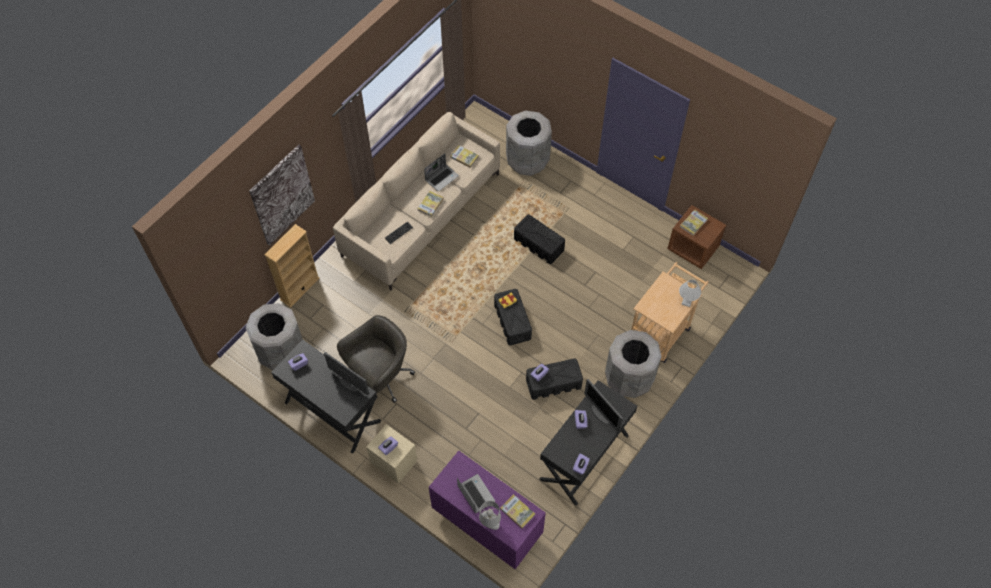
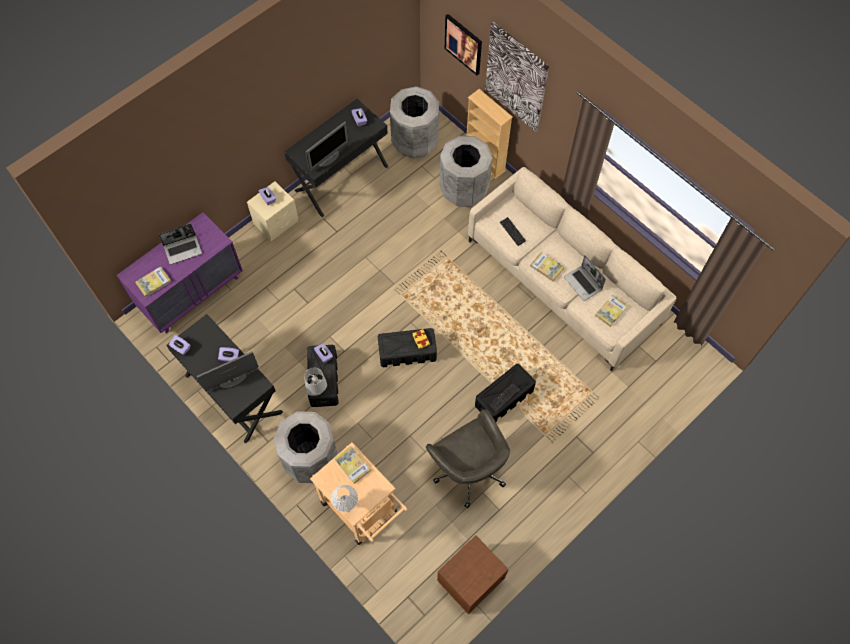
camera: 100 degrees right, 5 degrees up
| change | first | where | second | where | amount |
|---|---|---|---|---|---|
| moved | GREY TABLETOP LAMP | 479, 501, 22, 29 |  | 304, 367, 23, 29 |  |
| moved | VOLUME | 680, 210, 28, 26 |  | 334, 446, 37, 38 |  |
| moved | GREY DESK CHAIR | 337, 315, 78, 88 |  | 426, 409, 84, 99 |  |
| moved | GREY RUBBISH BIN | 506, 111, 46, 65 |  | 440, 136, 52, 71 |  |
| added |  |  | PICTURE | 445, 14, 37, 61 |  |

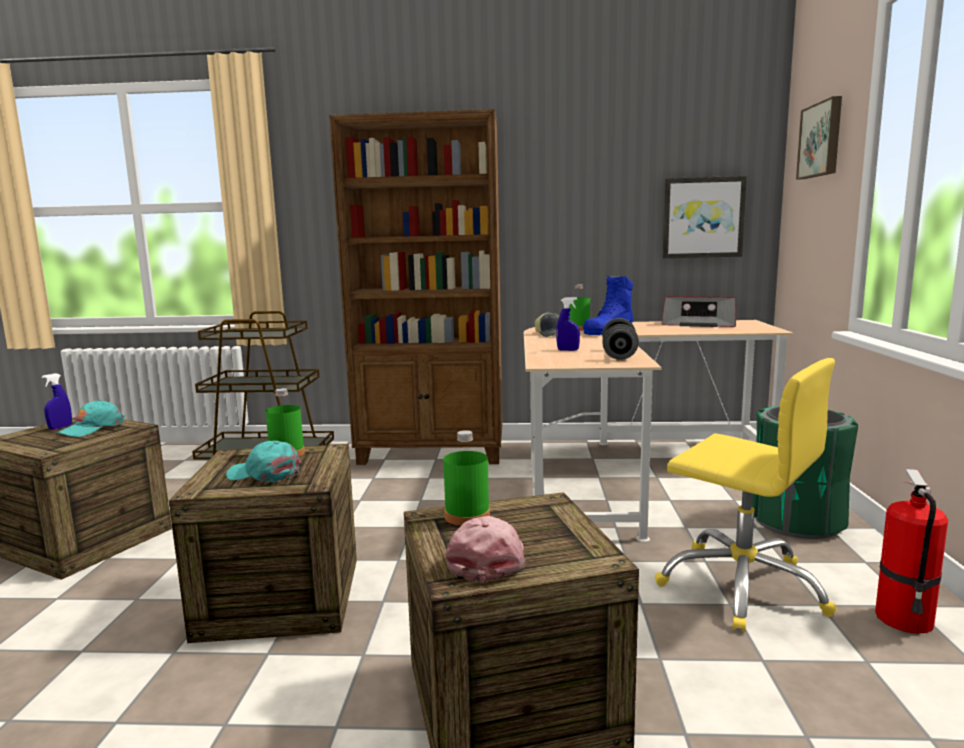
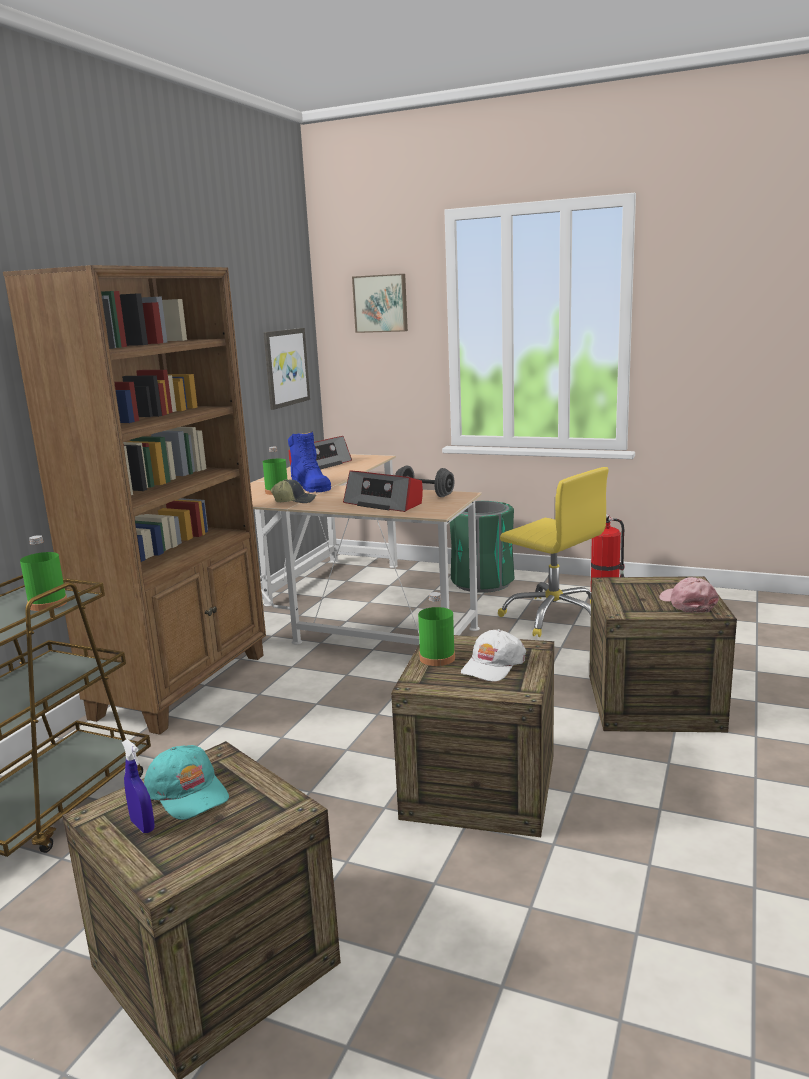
camera: 70 degrees left, 5 degrees up
| change | first | where | second | where | amount |
|---|---|---|---|---|---|
| moved | GREEN-COLOURED BOTTLE | 443, 430, 47, 96 |  | 20, 535, 47, 76 |  |
| replaced | BLUE-COLOURED SPRAYER | 556, 297, 24, 54 | RADIO | 343, 470, 80, 42 |  |
| recoloured | TURQUOISE-COLOURED CAP | 226, 441, 76, 41 | WHITISH CAP | 461, 629, 65, 52 |  |
| turned | YELLOW-COLOURED DESK CHAIR | 654, 358, 183, 274 |  | 498, 467, 111, 170 | 75 degrees clockwise |
| turned | PINKISH CAP | 445, 516, 81, 67 |  | 659, 577, 60, 36 | 45 degrees clockwise |

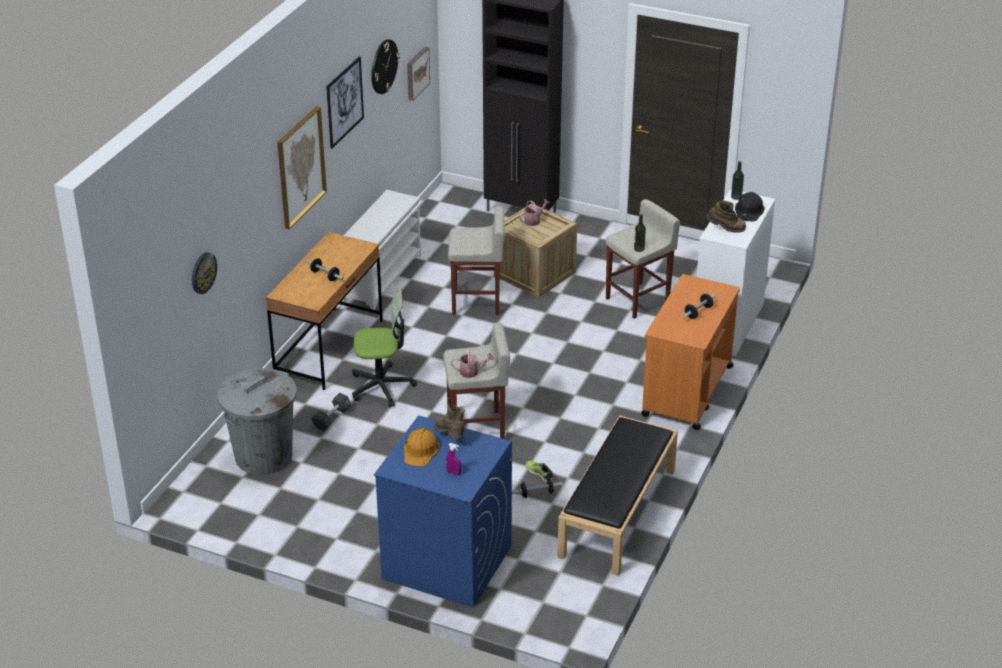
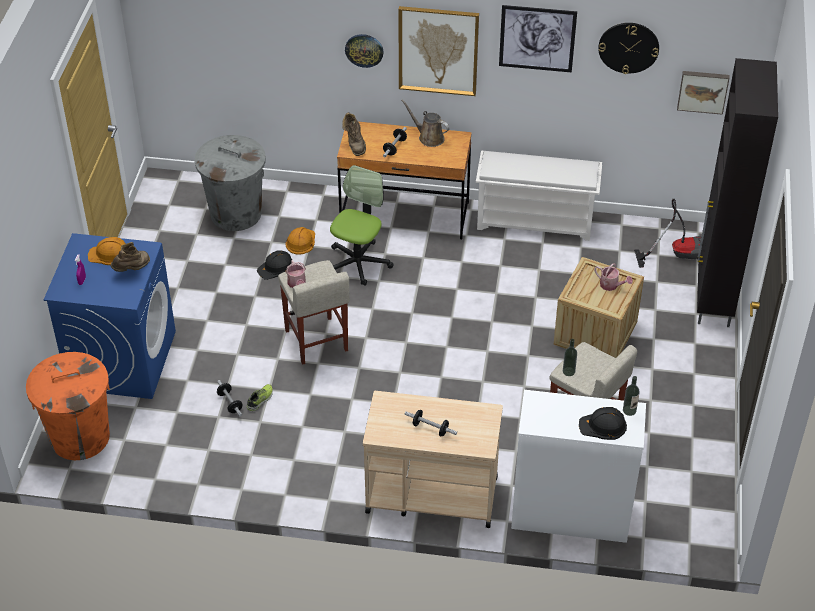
camera: 75 degrees right, 10 degrees up
| change | first | where | second | where | amount |
|---|---|---|---|---|---|
| added |  |  | ORANGEY RUBBISH BIN | 26, 352, 84, 108 |  |
| added |  |  | BLACK SAFETY HELMET | 257, 250, 36, 30 |  |
| replaced | BLACK HAND WEIGHT | 311, 393, 41, 38 | ORANGEY SAFETY HELMET | 285, 227, 30, 28 |  |
| turned | DESK CHAIR | 352, 288, 65, 119 |  | 330, 165, 64, 121 | 135 degrees counterclockwise |
| moved | BROWNISH HIGH-TOP BOOT | 706, 200, 40, 33 |  | 342, 112, 24, 44 |  |
| moved | WALL CLOCK | 192, 252, 25, 42 |  | 345, 34, 39, 34 |  |
| recoloured | ORANGEY WHEELED CART | 641, 274, 99, 156 | SAND-COLOURED WHEELED CART | 363, 391, 140, 137 |  |
| added |  |  | BROWNISH WATERING POT | 401, 100, 49, 47 |  |
| added |  |  | VACUUM | 634, 199, 68, 69 |  |
| removed | SAND-COLOURED STOOL | 448, 206, 57, 109 |  |  |  |
| removed | BLACK BENCH | 557, 415, 121, 161 |  |  |  |

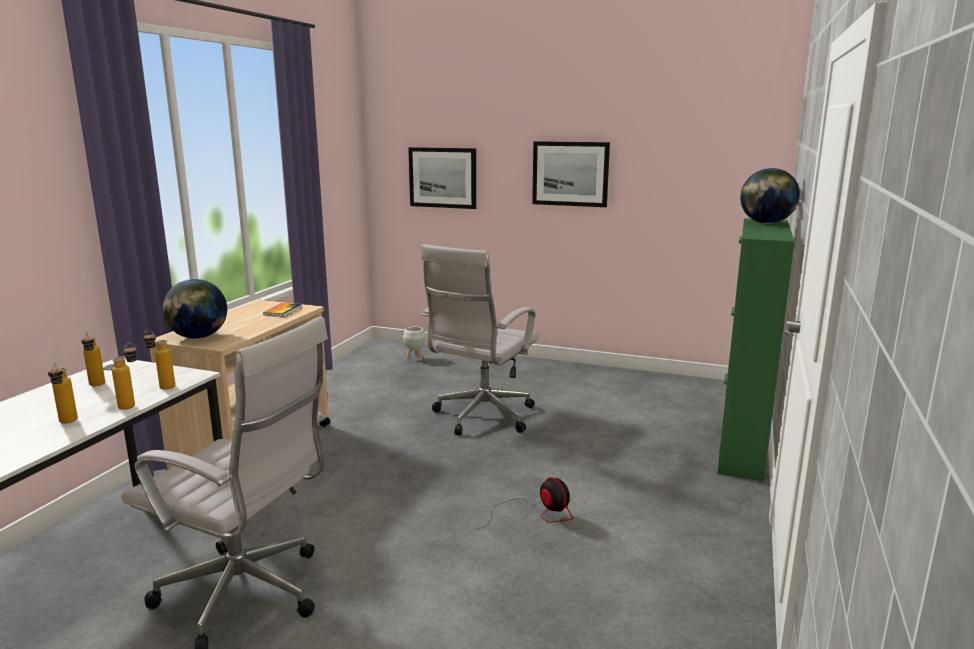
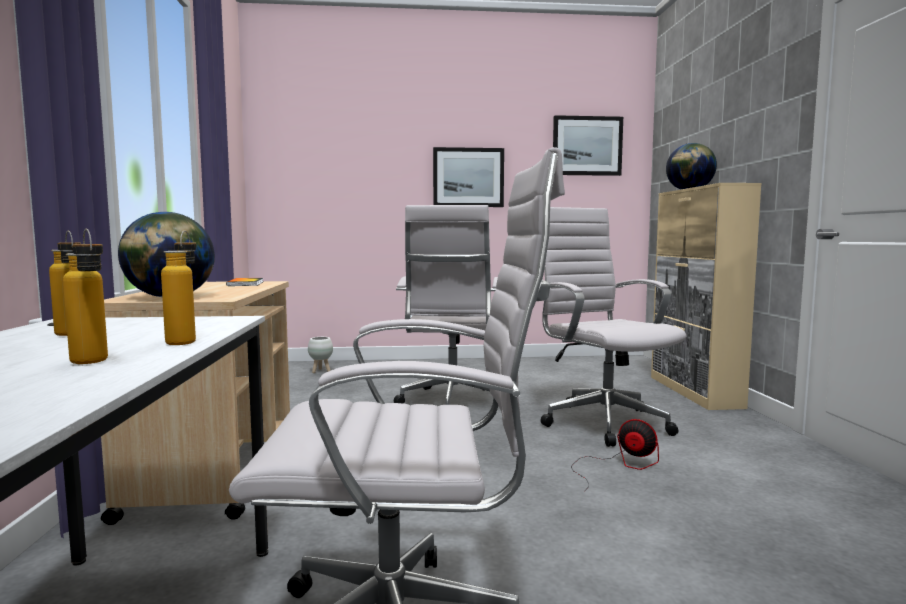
camera: 25 degrees left, 10 degrees down
| change | first | where | second | where | amount |
|---|---|---|---|---|---|
| added |  |  | WHITISH DESK CHAIR | 540, 207, 146, 240 |  |
| moved | PICTURE | 408, 147, 68, 62 |  | 553, 115, 70, 61 |  |
| recoloured | GREEN-COLOURED CABINET | 717, 218, 78, 264 | SAND-COLOURED CABINET | 651, 183, 110, 227 |  |
| removed | BOTTLE | 144, 330, 31, 60 |  |  |  |

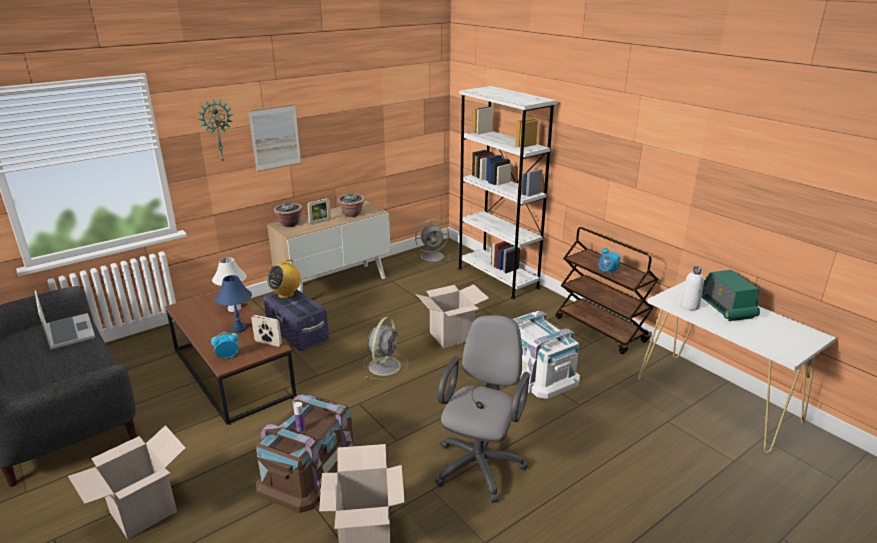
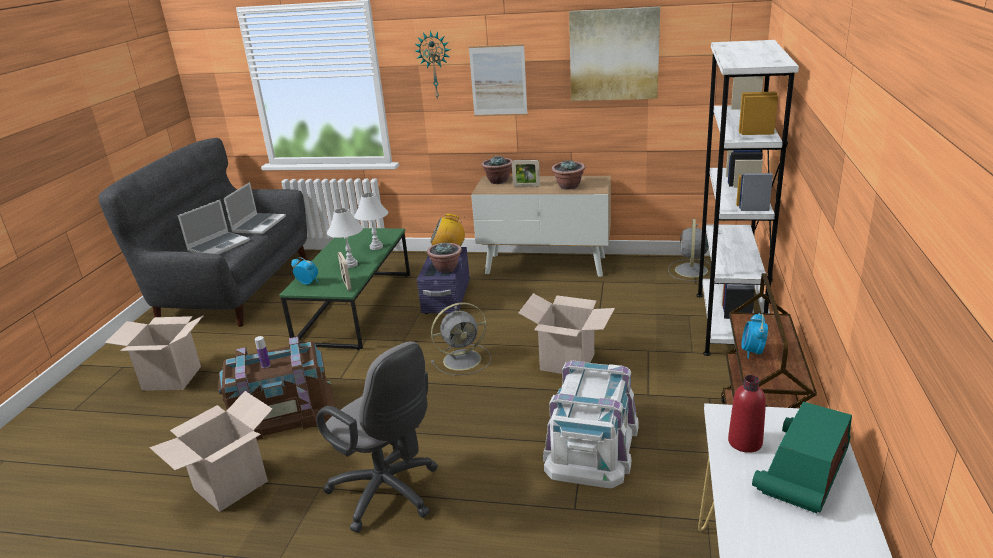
camera: 50 degrees right, 0 degrees up
| change | first | where | second | where | amount |
|---|---|---|---|---|---|
| added |  |  | NOTEBOOK COMPUTER | 178, 200, 72, 55 |  |
| recoloured | BROWNISH LOW TABLE | 165, 290, 132, 135 | GREEN-COLOURED LOW TABLE | 280, 228, 130, 122 |  |
| turned | GREY DESK CHAIR | 435, 315, 95, 188 |  | 316, 341, 122, 192 | 60 degrees clockwise |
| recoloured | BLUE-COLOURED TABLETOP LAMP | 215, 275, 37, 58 | WHITISH TABLETOP LAMP | 327, 208, 36, 60 |  |
| added |  |  | POTTED PLANT | 427, 242, 35, 31 |  |
| added |  |  | PICTURE | 569, 7, 91, 94 |  |
| turned | GREY COOLING FAN | 413, 219, 37, 44 |  | 668, 219, 43, 62 | 75 degrees clockwise |
| recoloured | WHITISH BOTTLE | 680, 266, 24, 44 | REDDISH BOTTLE | 728, 375, 38, 78 |  |

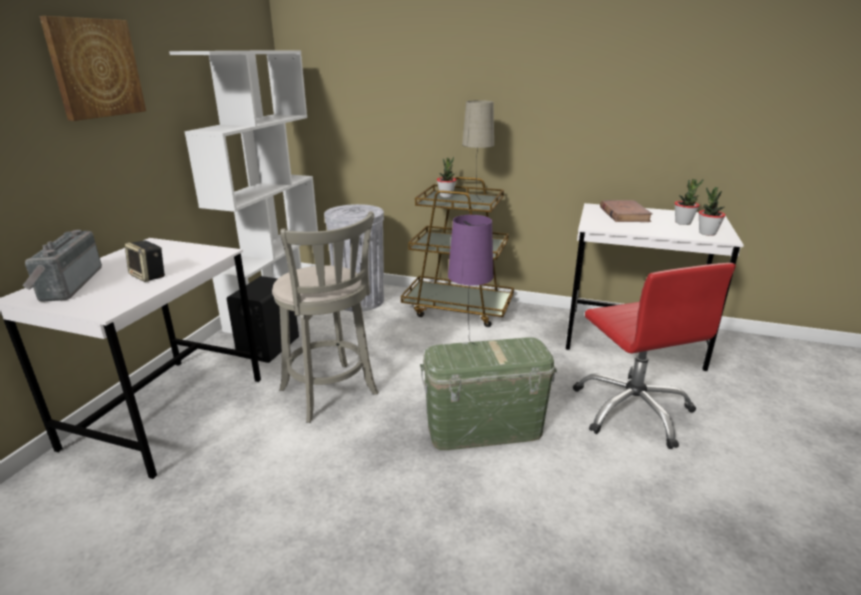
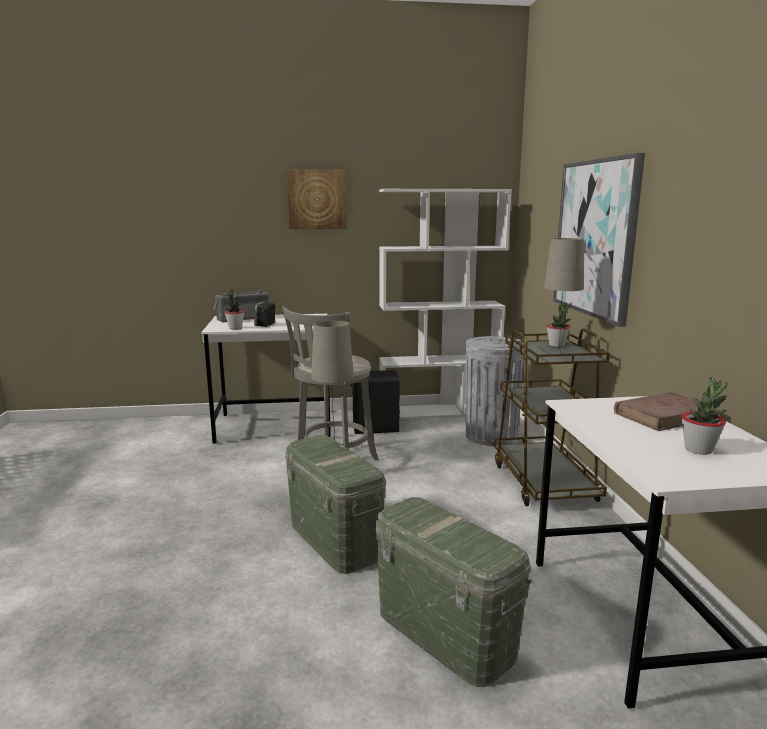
camera: 65 degrees right, 10 degrees down
| change | first | where | second | where | amount |
|---|---|---|---|---|---|
| moved | POTTED PLANT | 699, 187, 27, 49 |  | 224, 290, 21, 39 |  |
| recoloured | PURPLISH TABLETOP LAMP | 448, 215, 45, 130 | SAND-COLOURED TABLETOP LAMP | 311, 320, 43, 131 |  |
| replaced | REDDISH DESK CHAIR | 573, 263, 163, 186 | GREEN-COLOURED STORAGE CONTAINER | 375, 497, 157, 190 |  |
| added |  |  | PICTURE | 553, 153, 92, 174 |  |

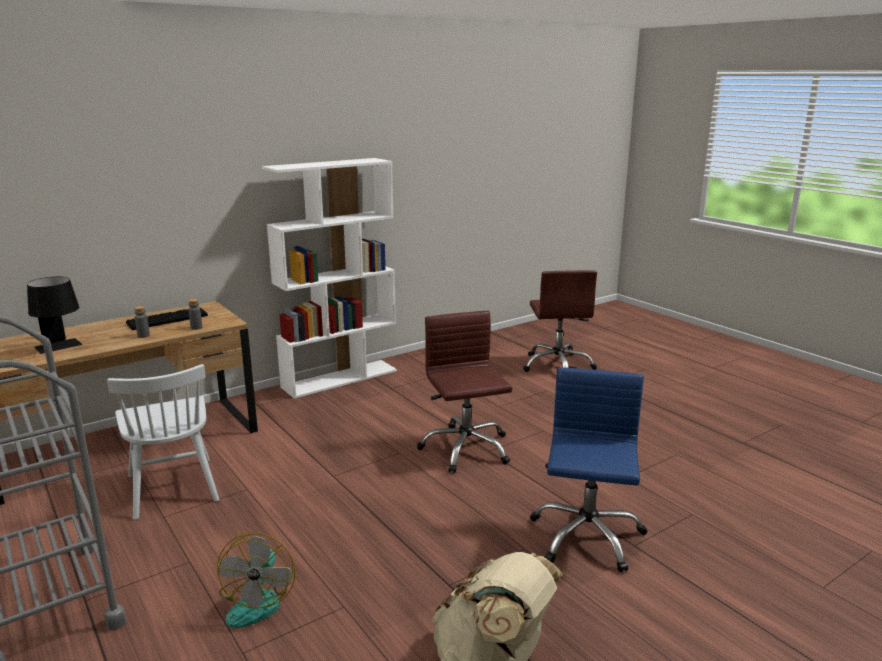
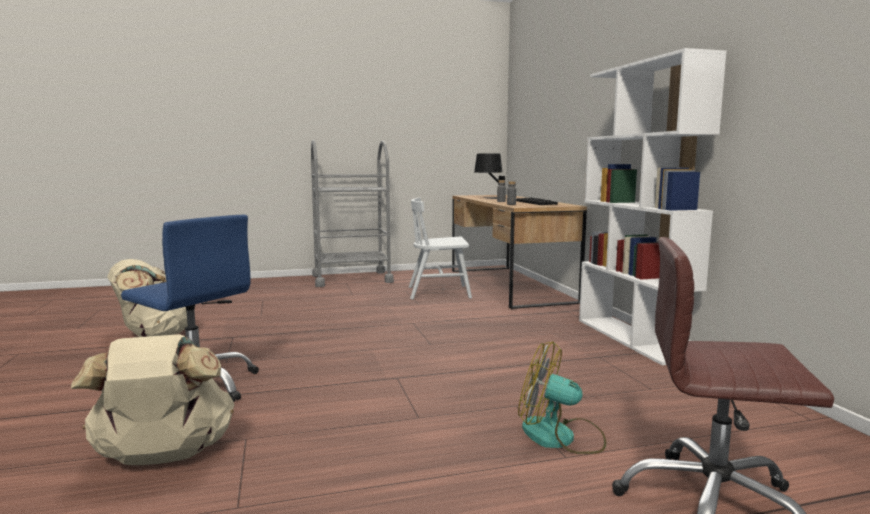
camera: 110 degrees right, 10 degrees down
| change | first | where | second | where | amount |
|---|---|---|---|---|---|
| added |  |  | SAND-COLOURED RUCKSACK | 71, 334, 164, 131 |  |
| moved | COOLING FAN | 217, 533, 78, 95 |  | 518, 341, 88, 113 |  |
| removed | BROWNISH DESK CHAIR | 417, 311, 95, 162 |  |  |  |

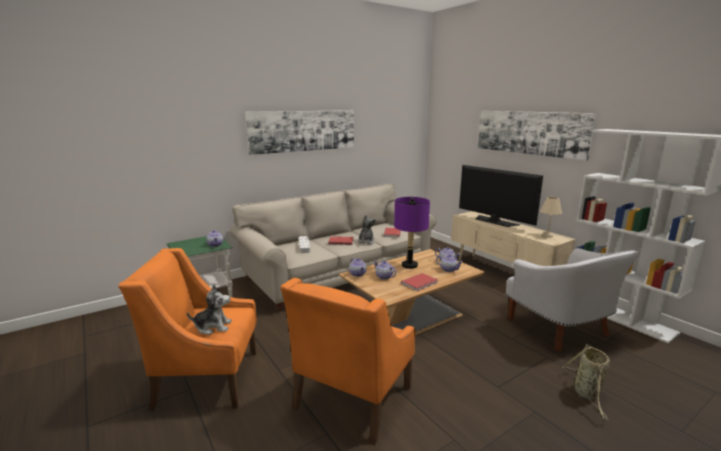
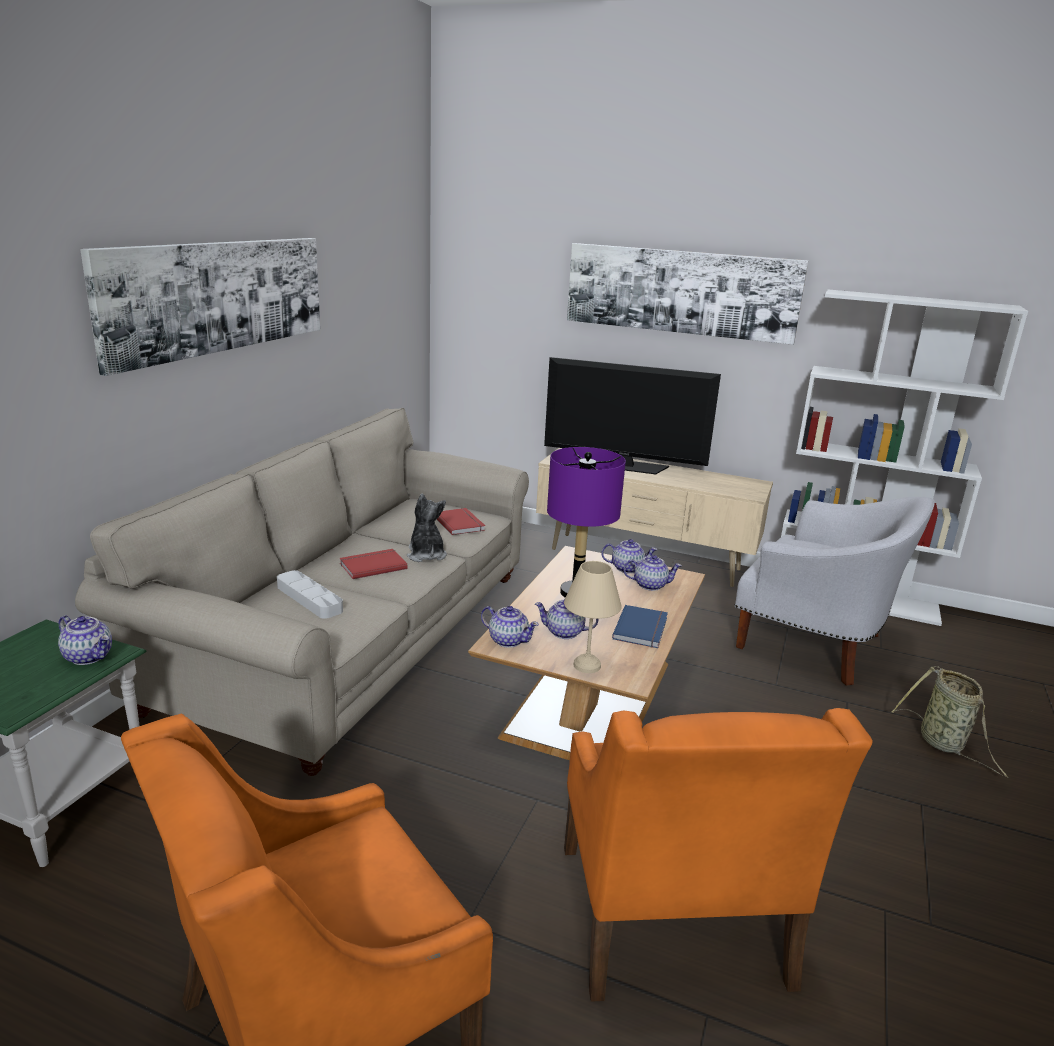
camera: 35 degrees left, 5 degrees up
| change | first | where | second | where | amount |
|---|---|---|---|---|---|
| moved | SAND-COLOURED TABLETOP LAMP | 540, 197, 22, 41 |  | 564, 561, 58, 112 |  |
| recoloured | REDDISH VOLUME | 401, 273, 37, 18 | BLUE-COLOURED VOLUME | 612, 605, 56, 43 |  |
| removed | PLUSH TOY | 187, 284, 45, 51 |  |  |  |

